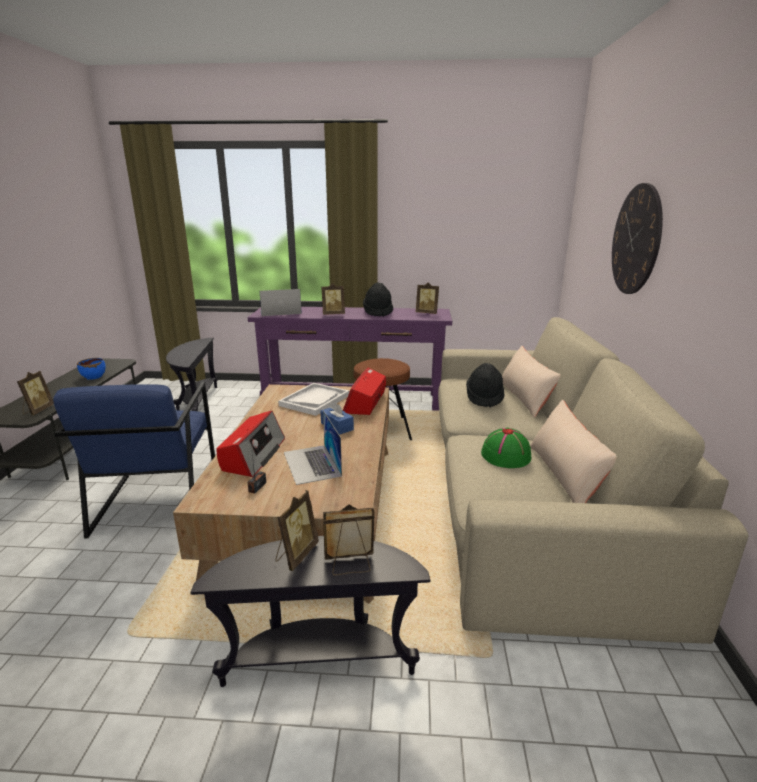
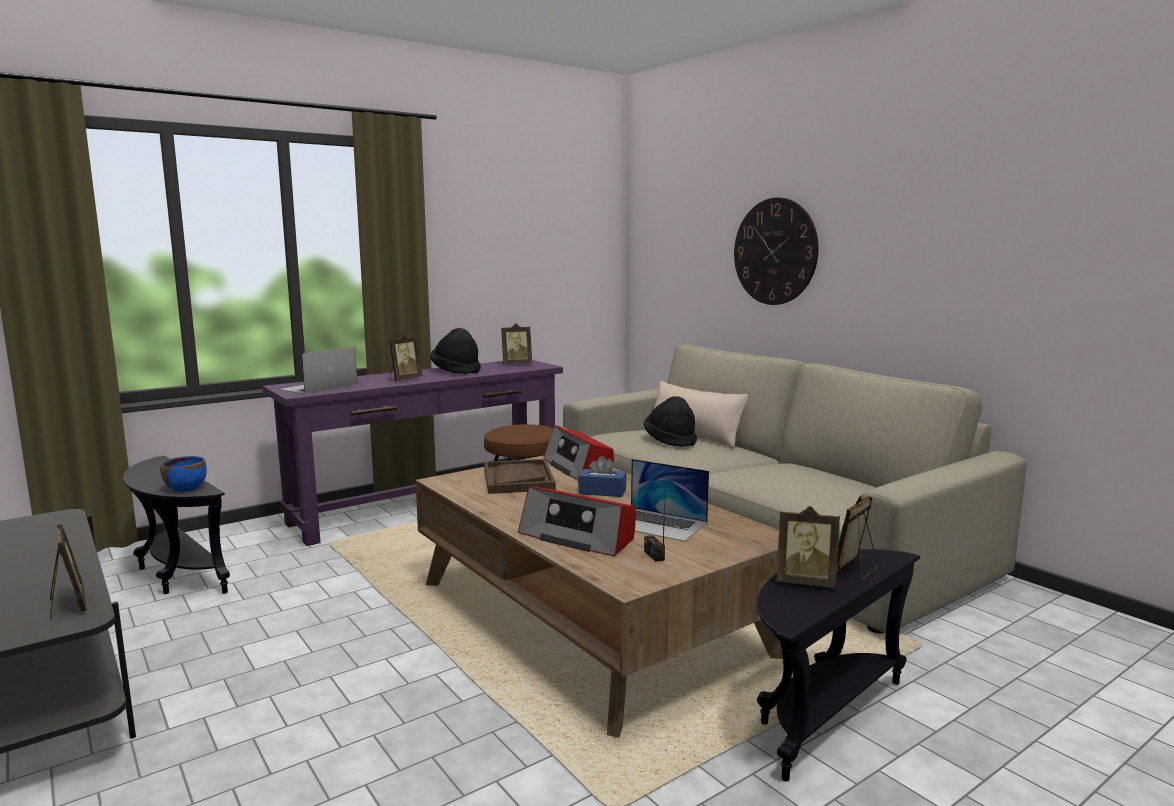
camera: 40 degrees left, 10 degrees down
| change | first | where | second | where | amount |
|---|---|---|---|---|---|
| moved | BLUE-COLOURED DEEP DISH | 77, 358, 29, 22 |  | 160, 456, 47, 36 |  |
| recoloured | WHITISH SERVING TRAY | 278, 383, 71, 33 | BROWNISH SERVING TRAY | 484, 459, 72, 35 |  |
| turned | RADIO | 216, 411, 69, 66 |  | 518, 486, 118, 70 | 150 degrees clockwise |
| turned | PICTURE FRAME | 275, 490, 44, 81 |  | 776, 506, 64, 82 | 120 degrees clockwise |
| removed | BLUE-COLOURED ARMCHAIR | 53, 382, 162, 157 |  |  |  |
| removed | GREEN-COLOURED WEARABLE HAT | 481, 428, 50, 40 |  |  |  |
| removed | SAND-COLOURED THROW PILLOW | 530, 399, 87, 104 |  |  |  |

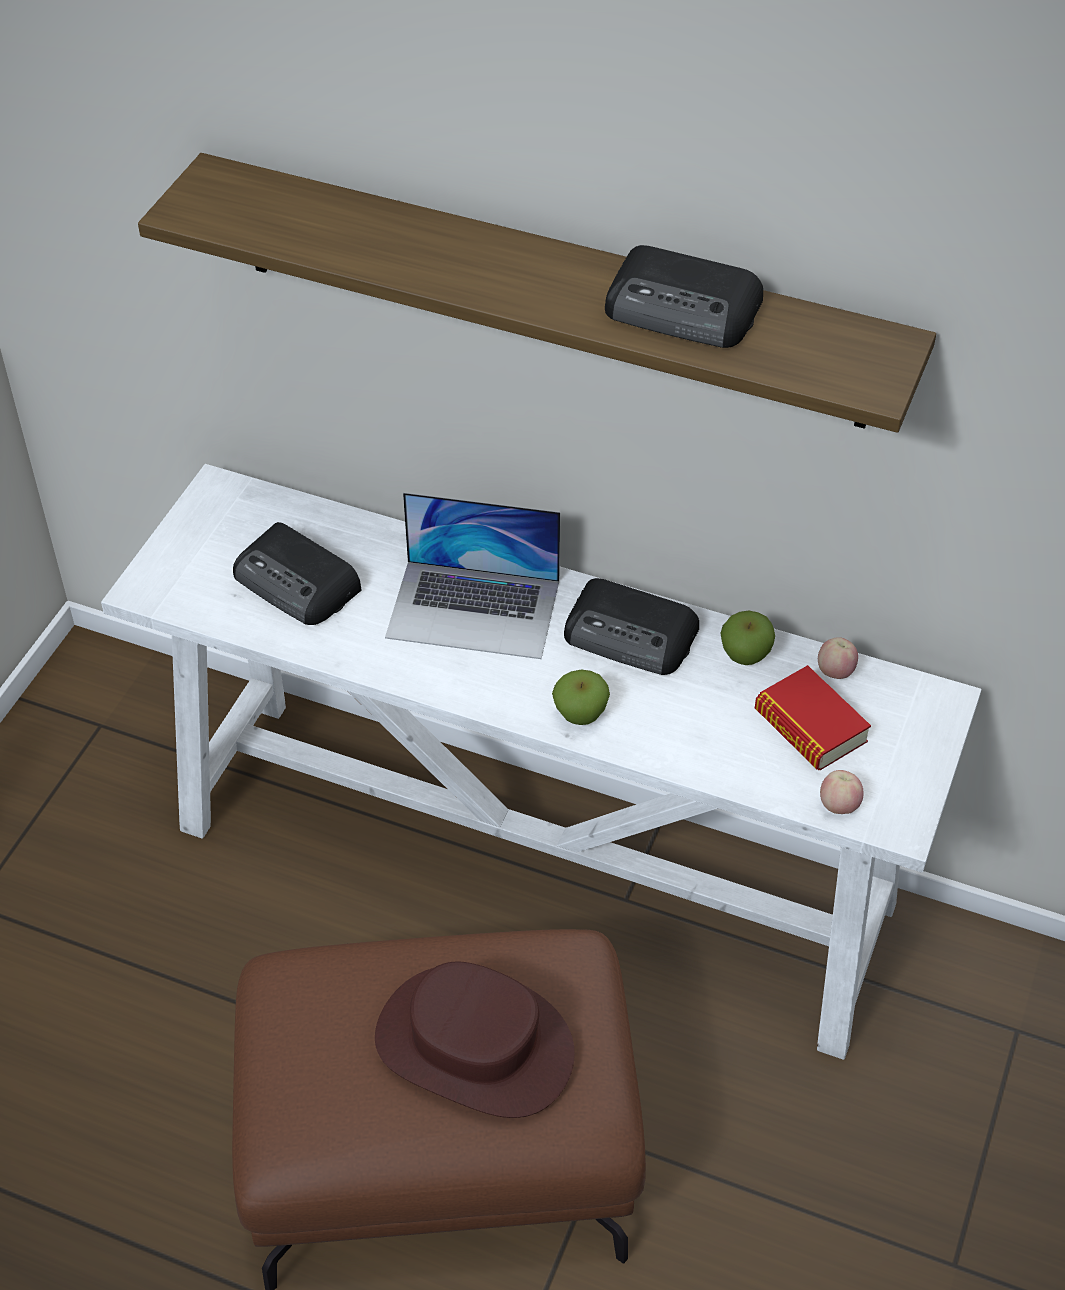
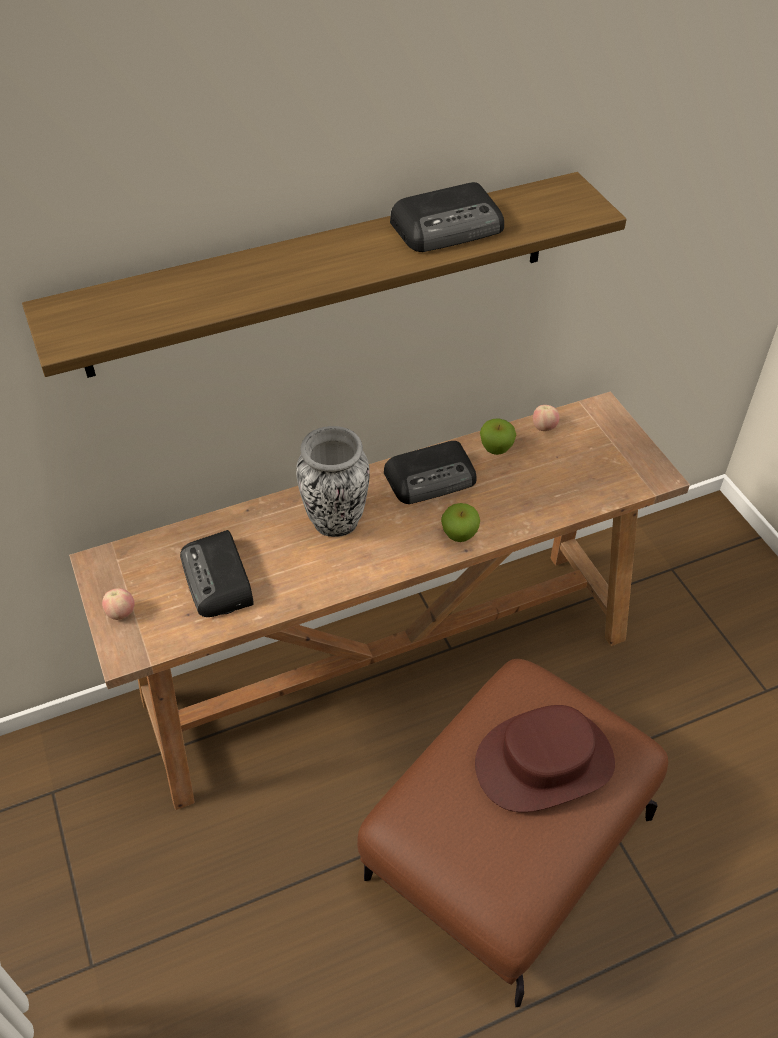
camera: 45 degrees left, 0 degrees up
| change | first | where | second | where | amount |
|---|---|---|---|---|---|
| recoloured | WHITISH CONSOLE TABLE | 101, 464, 881, 596 | BROWNISH CONSOLE TABLE | 69, 392, 621, 418 |  |
| moved | WHOLE APPLE | 820, 770, 44, 44 |  | 102, 588, 33, 32 |  |
| turned | RADIO | 233, 522, 128, 103 |  | 180, 530, 74, 87 | 75 degrees clockwise |
| replaced | NOTEBOOK COMPUTER | 385, 492, 175, 167 | FLOWER VASE | 296, 426, 74, 111 |  |
| removed | VOLUME | 755, 665, 116, 105 |  |  |  |

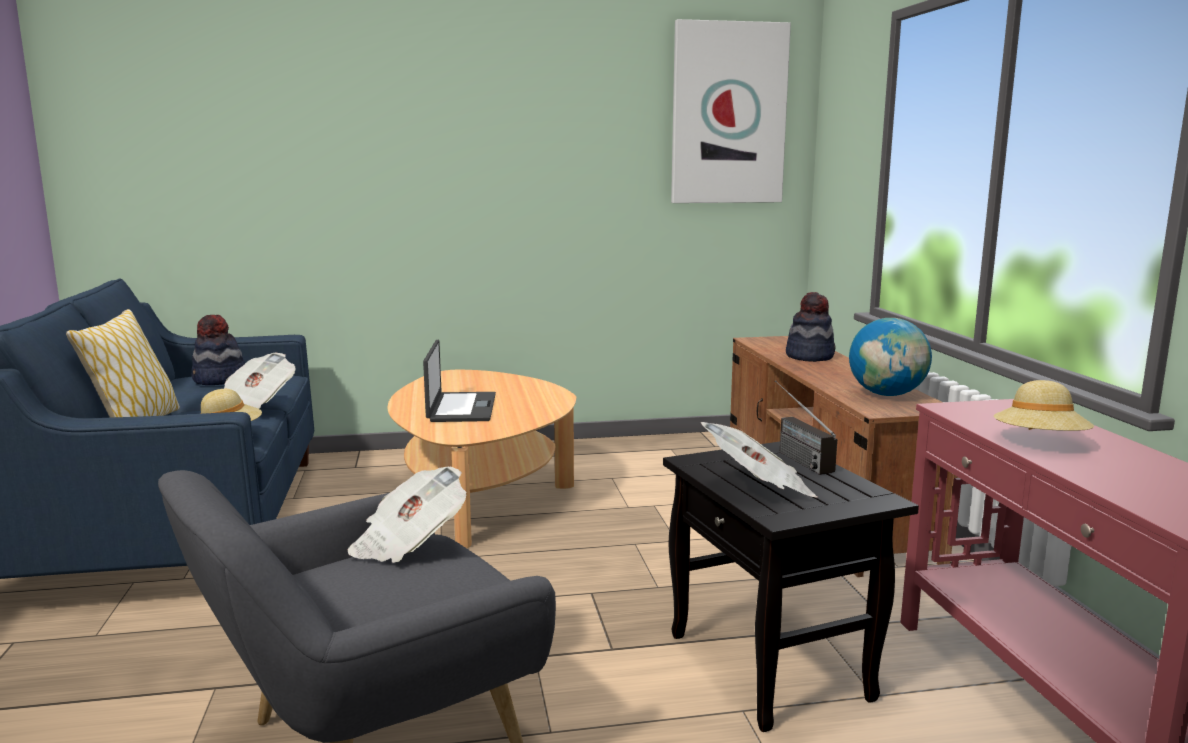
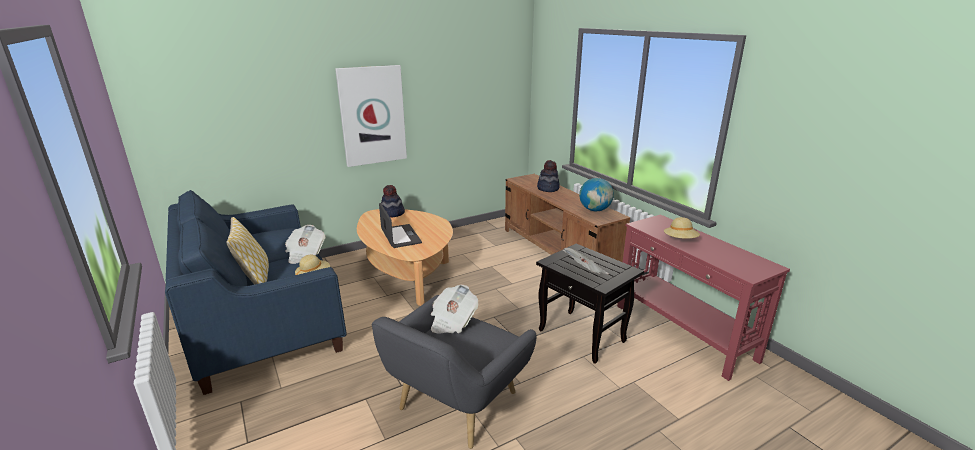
camera: 20 degrees left, 10 degrees up
| change | first | where | second | where | amount |
|---|---|---|---|---|---|
| moved | PICTURE | 671, 19, 120, 184 |  | 335, 65, 72, 102 |  |
| moved | WEARABLE HAT | 191, 315, 54, 70 |  | 381, 185, 24, 33 |  |
| removed | RADIO | 775, 380, 62, 95 |  |  |  |

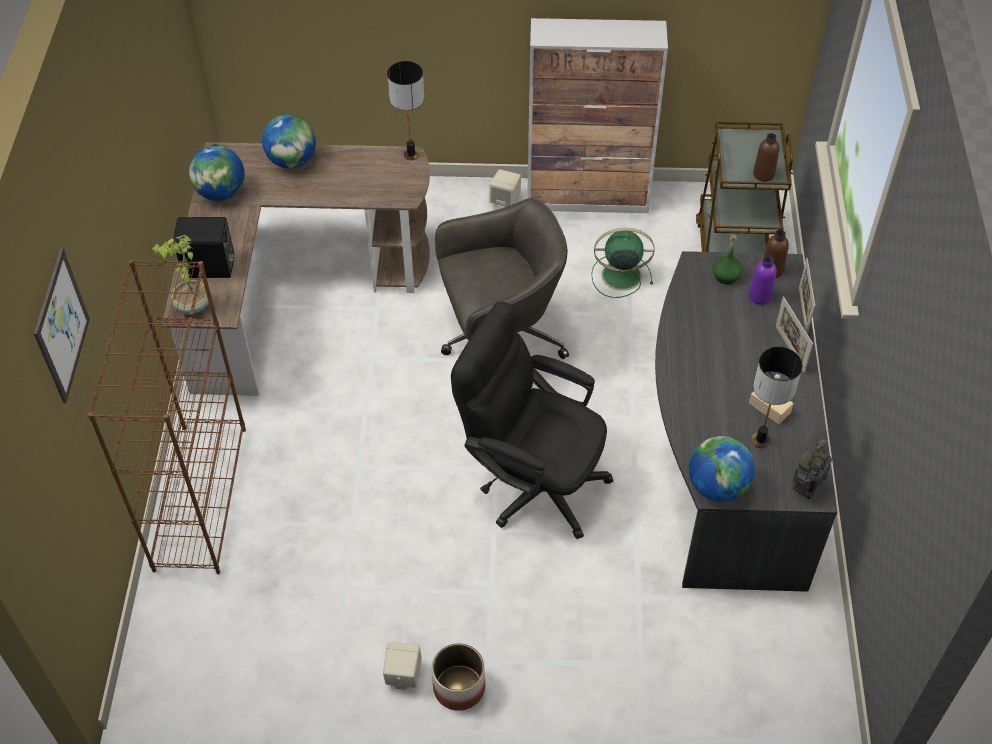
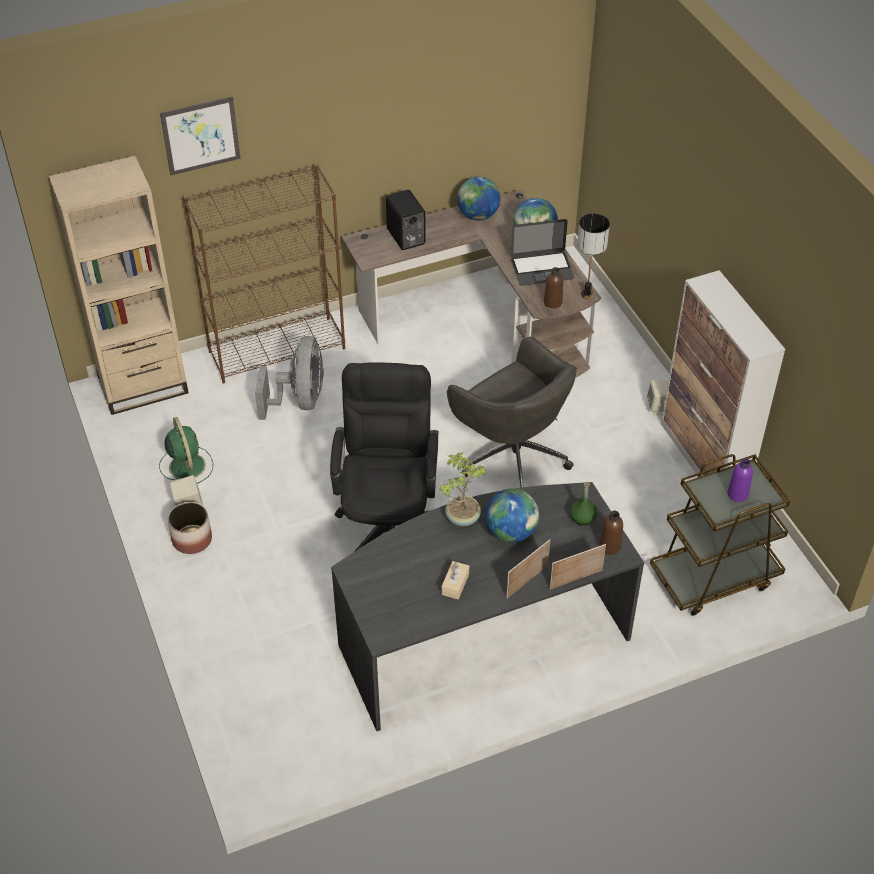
camera: 65 degrees right, 5 degrees down
| change | first | where | second | where | amount |
|---|---|---|---|---|---|
| added |  |  | SAND-COLOURED BOOKSHELF | 49, 156, 140, 259 |  |
| moved | GREEN-COLOURED COOLING FAN | 591, 228, 64, 70 |  | 159, 417, 54, 67 |  |
| added |  |  | GREY COOLING FAN | 255, 336, 69, 84 |  |
| moved | POTTED PLANT | 152, 235, 57, 79 |  | 440, 452, 46, 74 |  |
| moved | DESK GLOBE | 689, 436, 66, 66 |  | 485, 488, 54, 54 |  |
| added |  |  | NOTEBOOK COMPUTER | 510, 219, 65, 67 |  |
| moved | BROWNISH BOTTLE | 753, 133, 26, 49 |  | 544, 267, 19, 41 |  |
| moved | PURPLISH BOTTLE | 749, 256, 28, 49 |  | 727, 458, 26, 44 |  |
| removed | TABLETOP LAMP | 751, 347, 52, 101 |  |  |  |
| removed | RADIO | 792, 438, 40, 61 |  |  |  |

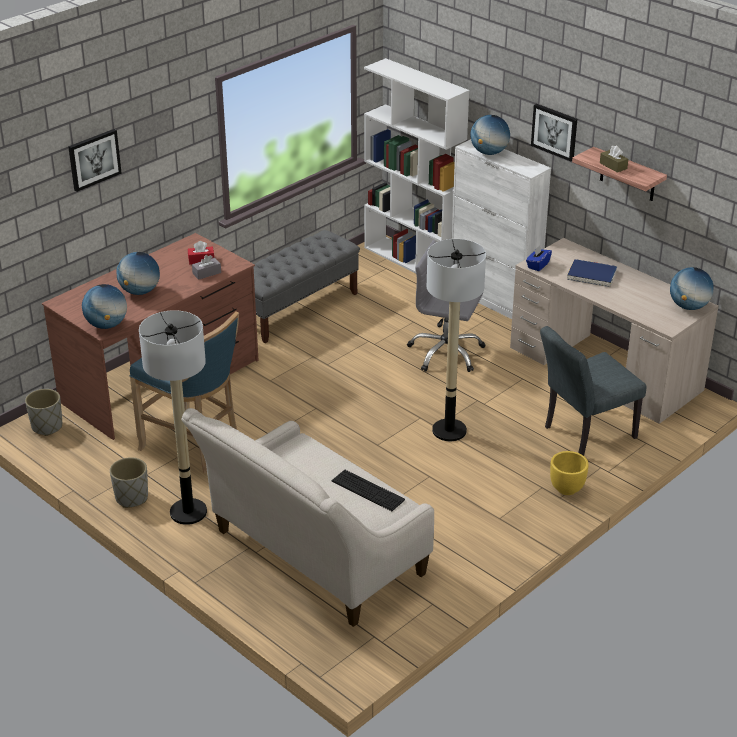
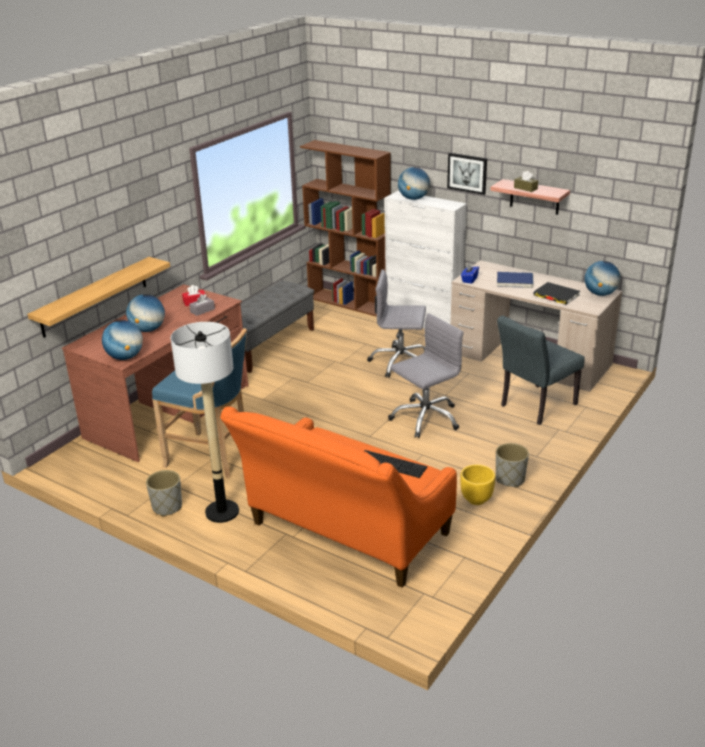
camera: 10 degrees left, 5 degrees down
| change | first | where | second | where | amount |
|---|---|---|---|---|---|
| added |  |  | BRACKET SHELF | 28, 257, 142, 81 |  |
| recoloured | SAND-COLOURED SETTEE | 181, 408, 253, 219 | ORANGEY SETTEE | 220, 407, 237, 181 |  |
| recoloured | WHITISH BOOKSHELF | 364, 58, 105, 215 | BROWNISH BOOKSHELF | 300, 140, 91, 177 |  |
| replaced | STANDING LAMP | 427, 239, 59, 202 | GREY DESK CHAIR | 388, 313, 75, 125 |  |
| moved | YELLOW-COLOURED PLANTER | 550, 451, 39, 44 |  | 460, 464, 35, 41 |  |
| moved | GREY PLANTER | 25, 389, 37, 47 |  | 496, 443, 33, 44 |  |
| added |  |  | BLACK VOLUME | 533, 282, 47, 23 |  |
| removed | PICTURE | 68, 129, 54, 63 |  |  |  |

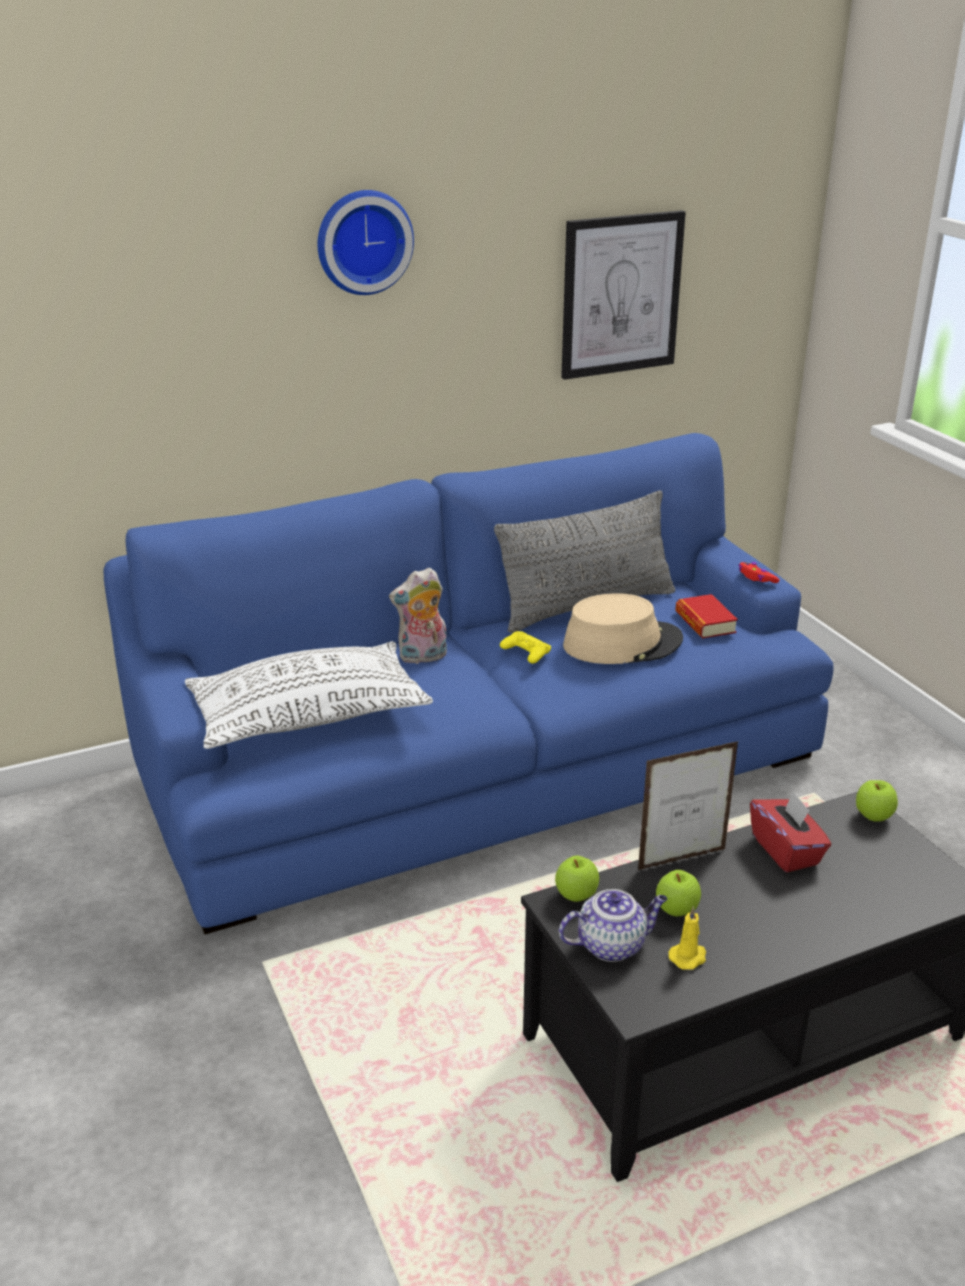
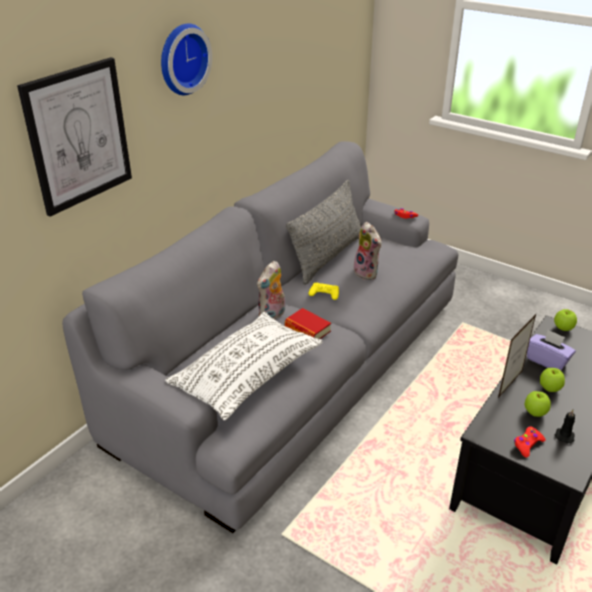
camera: 30 degrees left, 5 degrees up
| change | first | where | second | where | amount |
|---|---|---|---|---|---|
| moved | PICTURE | 561, 210, 125, 170 |  | 17, 57, 115, 160 |  |
| recoloured | BLUE-COLOURED SETTEE | 104, 433, 730, 501 | GREY SETTEE | 62, 141, 397, 392 |  |
| moved | VOLUME | 675, 594, 63, 44 |  | 285, 308, 46, 31 |  |
| replaced | SAND-COLOURED WEARABLE HAT | 563, 593, 120, 71 | PLUSH TOY | 354, 222, 28, 58 |  |
| replaced | TEAPOT | 559, 889, 108, 73 | REDDISH JOYPAD | 514, 427, 31, 31 |  |
| recoloured | REDDISH BOX OF TISSUES | 750, 791, 81, 81 | PURPLISH BOX OF TISSUES | 527, 330, 49, 40 |  |
| moved | WHOLE APPLE | 555, 856, 44, 46 |  | 540, 368, 25, 24 |  |
| recoloured | YELLOW-COLOURED WAX CANDLE | 668, 906, 38, 64 | BLACK WAX CANDLE | 555, 410, 20, 33 |  |

